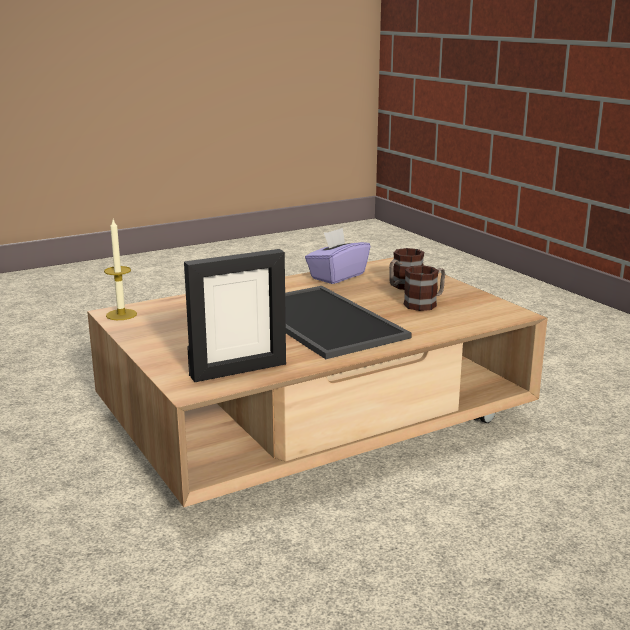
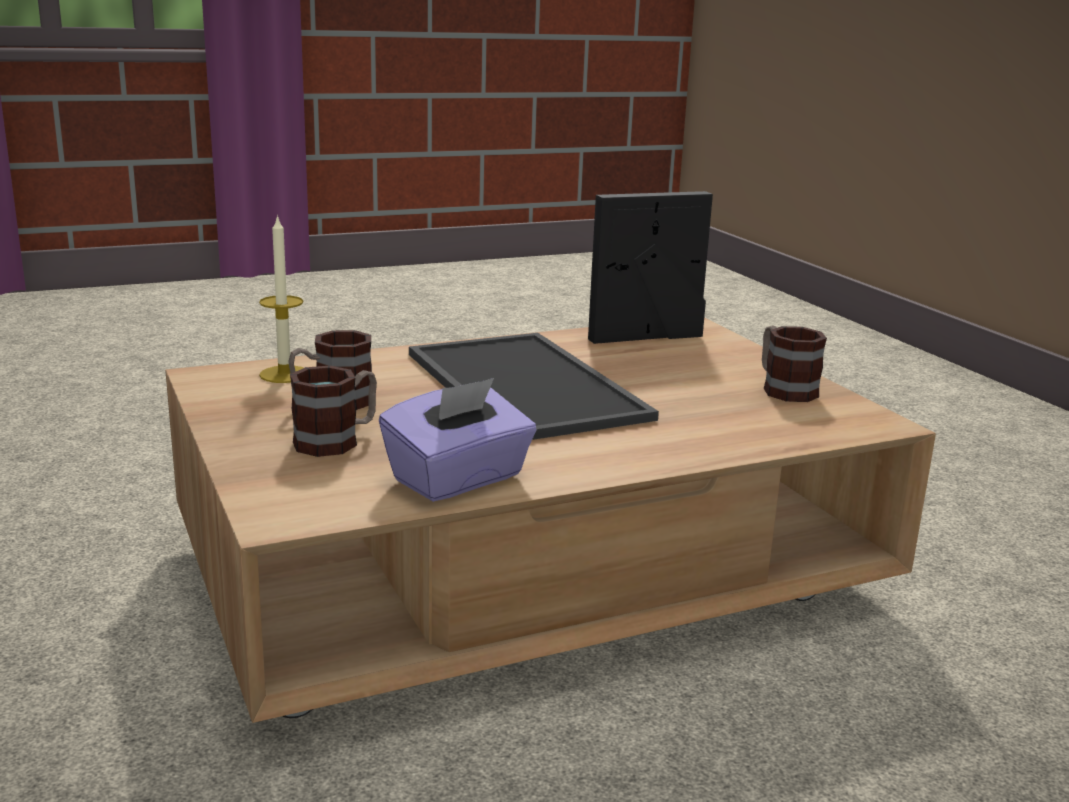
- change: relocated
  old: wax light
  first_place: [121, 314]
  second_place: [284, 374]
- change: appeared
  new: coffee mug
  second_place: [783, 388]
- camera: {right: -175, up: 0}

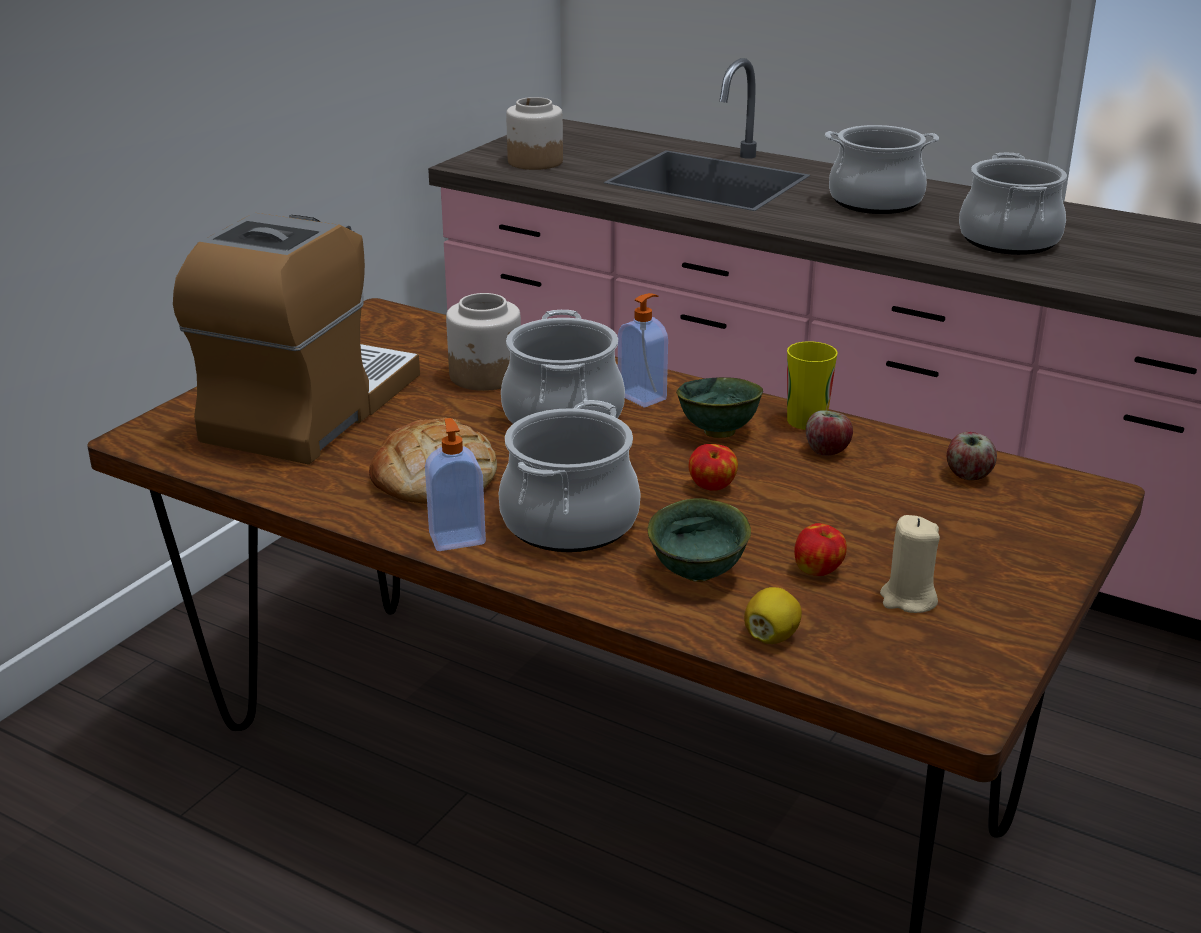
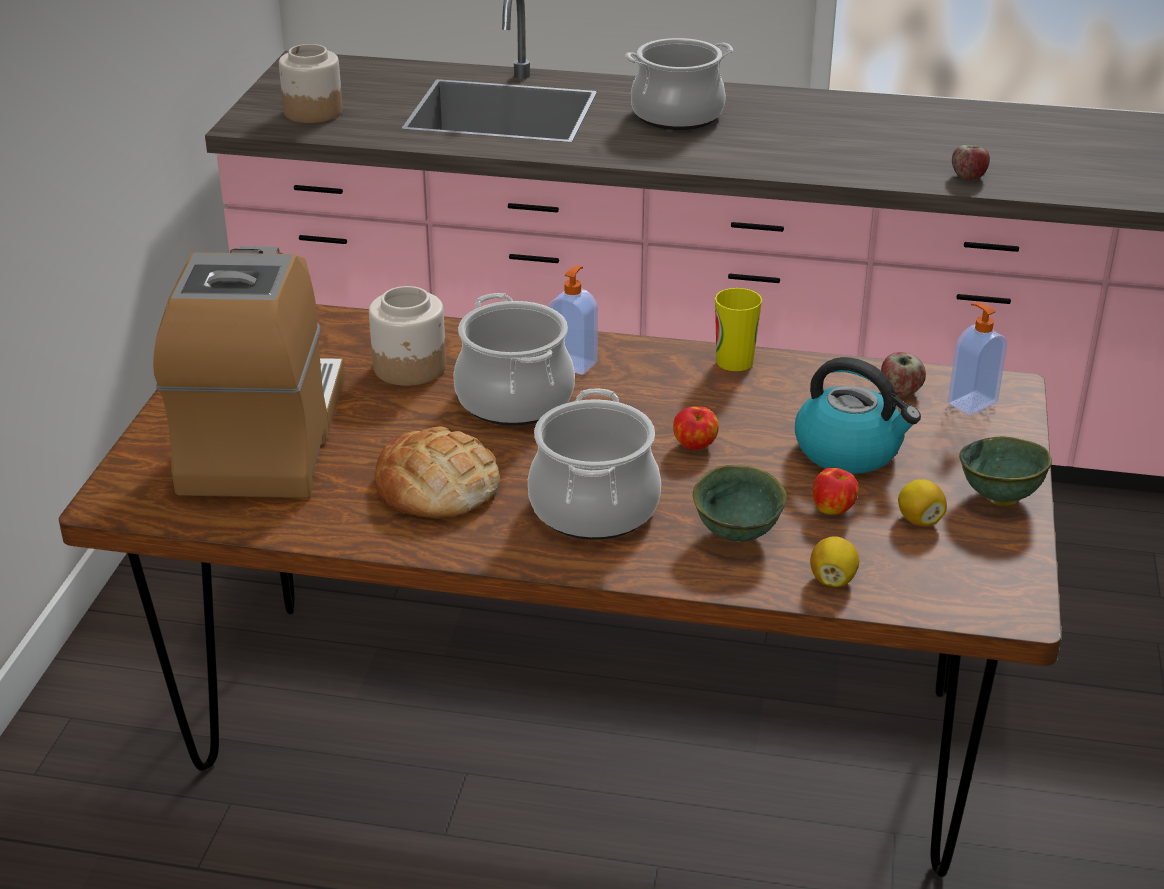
- change: relocated
  old: liquid soap bottle
  first_place: [457, 538]
  second_place: [971, 402]
- change: relocated
  old: serving bowl in green-coloured
  first_place: [717, 432]
  second_place: [999, 498]
- change: relocated
  old: apple fruit
  first_place: [827, 451]
  second_place: [968, 176]
- change: exchanged
  old: wax light in sand-coloured
  new: lemon
  first_place: [908, 599]
  second_place: [919, 520]
- change: missing
  old: stockpot
  first_place: [1008, 240]
- change: appeared
  new: kettle
  second_place: [850, 451]
- camera: {right: -20, up: 5}

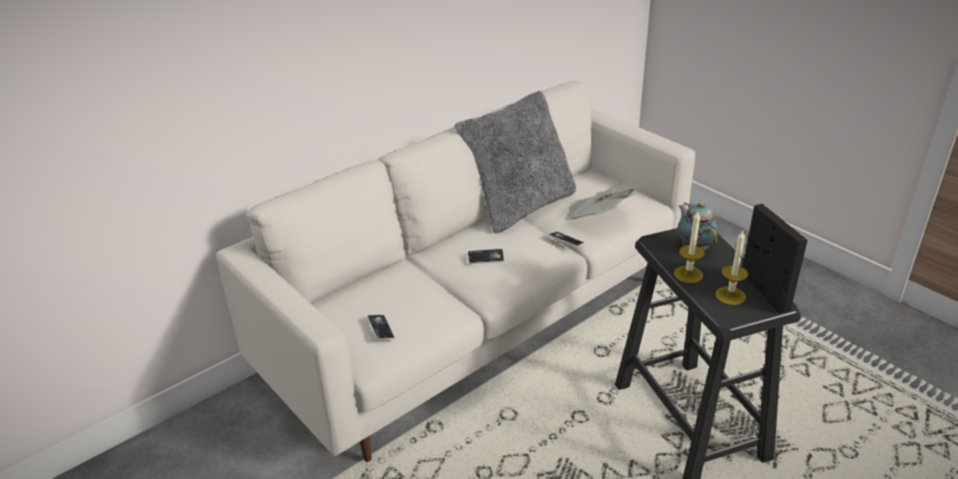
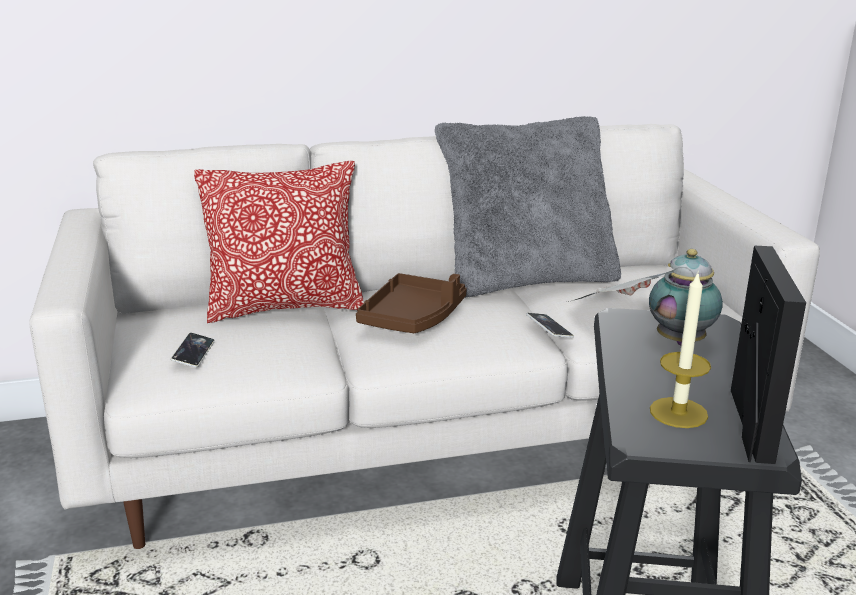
- change: exchanged
  old: phone
  new: tray in brown-coloured
  first_place: [486, 258]
  second_place: [413, 318]
- change: missing
  old: wax light
  first_place: [688, 274]
- change: appeared
  new: throw pillow
  second_place: [285, 307]
- camera: {right: 25, up: -10}

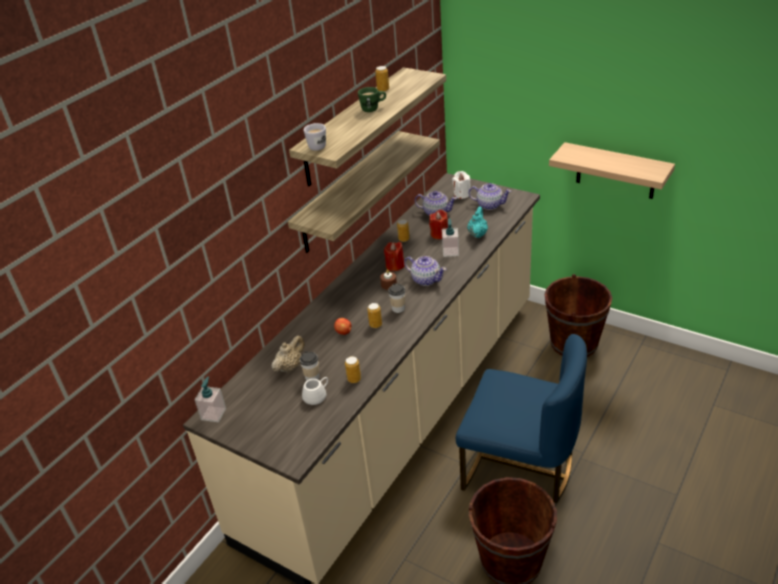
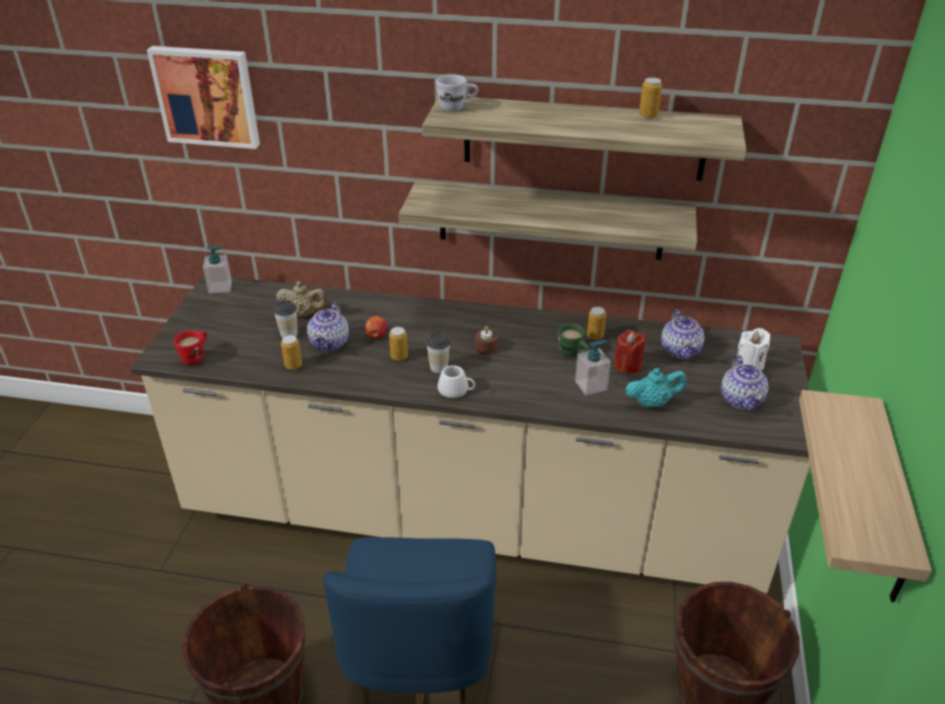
- change: relocated
  old: coffee mug in white-coloured
  first_place: [317, 395]
  second_place: [457, 391]
- change: relocated
  old: coffee mug in green-coloured
  first_place: [373, 108]
  second_place: [573, 354]
- change: missing
  old: wax light in red-coloured
  first_place: [395, 266]
- change: relocated
  old: pot for tea
  first_place: [425, 279]
  second_place: [330, 343]
- change: appeared
  new: wall picture
  second_place: [207, 96]
- change: appeared
  new: coffee mug in red-coloured
  second_place: [196, 356]
- camera: {right: 65, up: 0}

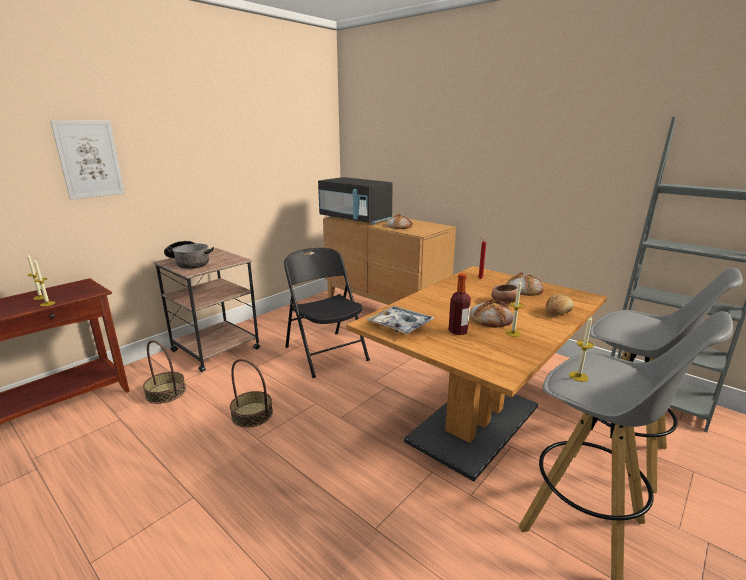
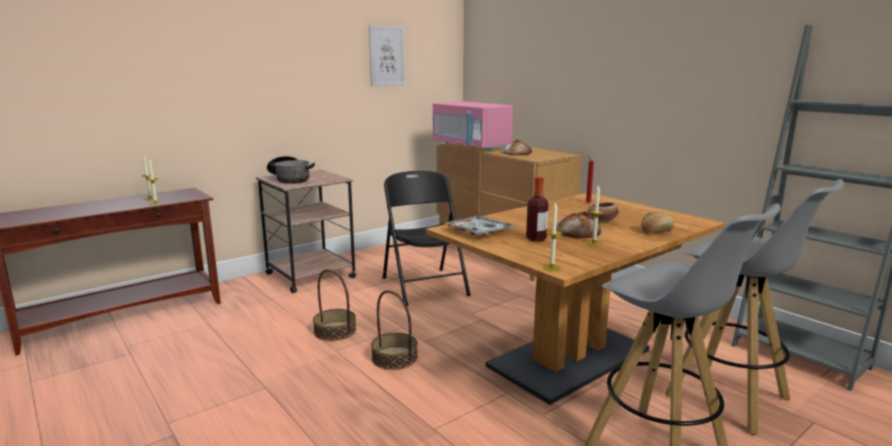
- change: relocated
  old: wall picture
  first_place: [89, 159]
  second_place: [387, 56]
- change: relocated
  old: basket
  first_place: [166, 392]
  second_place: [394, 357]
- change: colour
  old: microwave in blackish
  new: microwave in pinkish
  first_place: [355, 219]
  second_place: [471, 146]
- change: missing
  old: bread
  first_place: [523, 289]
- change: relocated
  old: wax light
  first_place: [578, 376]
  second_place: [552, 267]
- camera: {right: 10, up: -5}

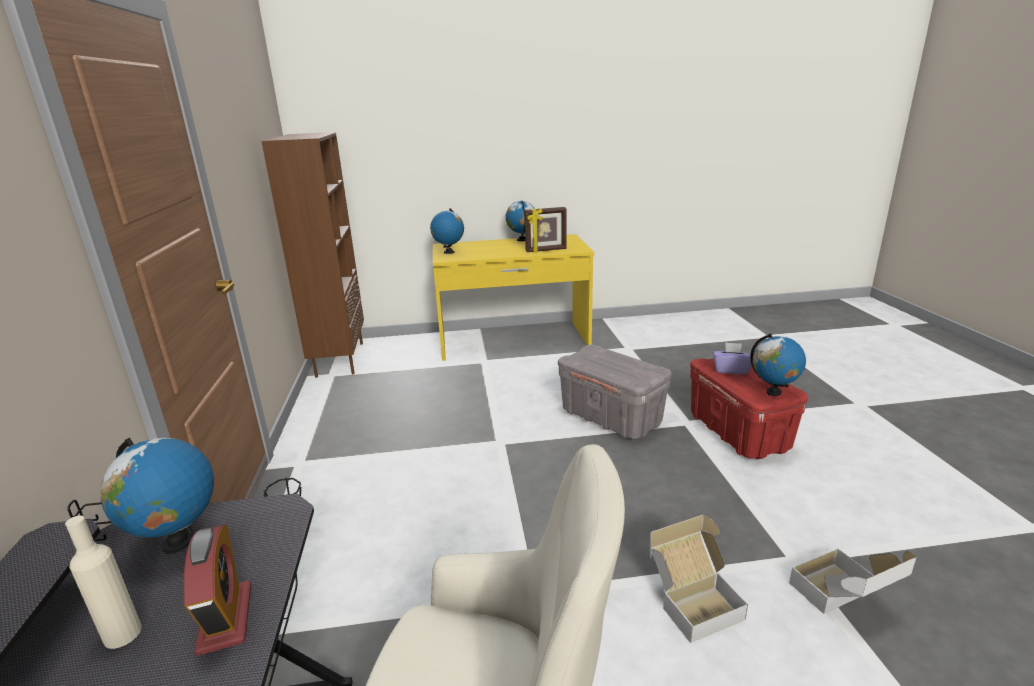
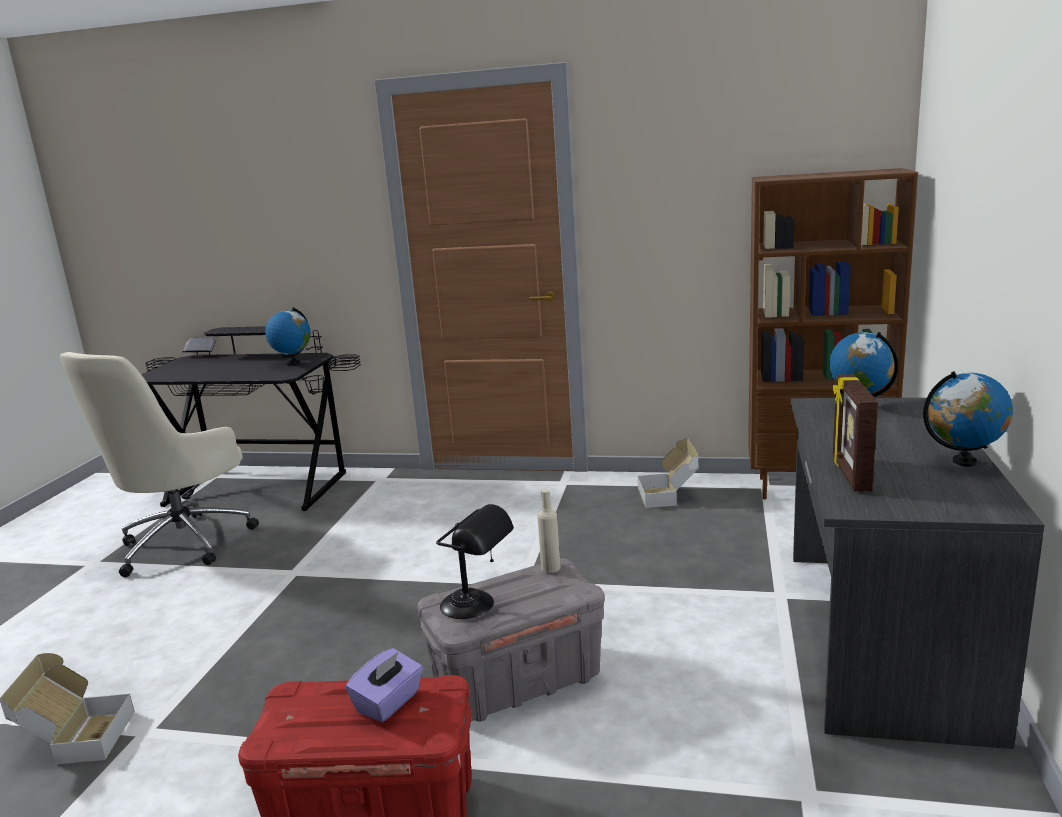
- change: relocated
  old: beverage bottle in sand-coloured
  first_place: [122, 634]
  second_place: [550, 568]
- change: missing
  old: bedside clock
  first_place: [225, 618]
- change: colour
  old: desk table in yellow-coloured
  new: desk table in greyish
  first_place: [513, 340]
  second_place: [878, 636]
- change: relocated
  old: carton
  first_place: [692, 601]
  second_place: [669, 496]
- change: missing
  old: world globe
  first_place: [773, 392]
- change: appeared
  new: tabletop lamp in blackish
  second_place: [477, 605]
- camera: {right: 110, up: -5}

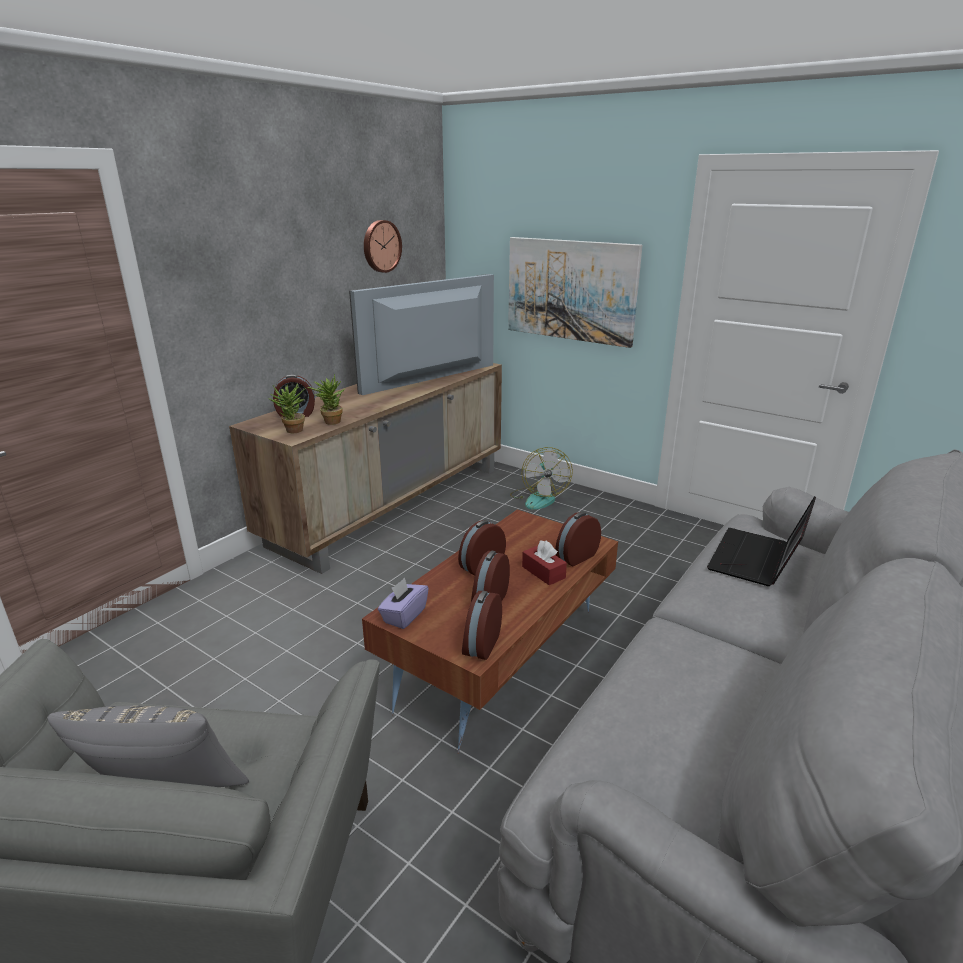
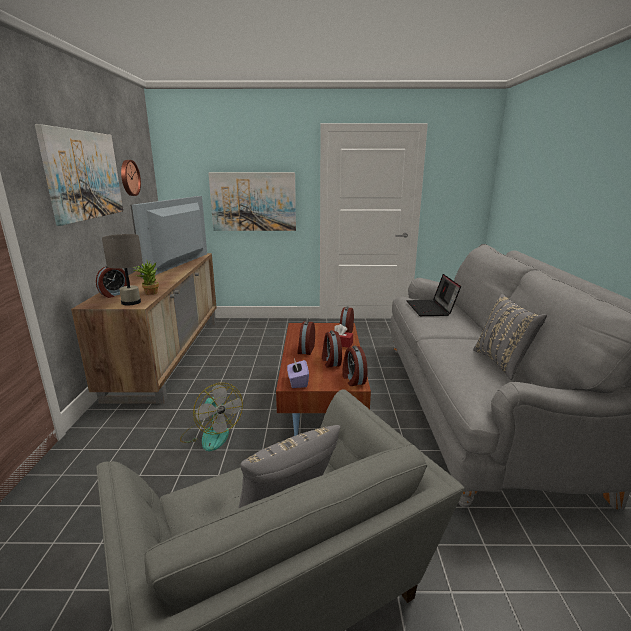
- change: exchanged
  old: houseplant
  new: tabletop lamp in greyish
  first_place: [292, 431]
  second_place: [130, 302]
- change: relocated
  old: fan
  first_place: [538, 498]
  second_place: [211, 434]
- change: appeared
  new: wall picture
  second_place: [84, 175]
- change: appeared
  new: throw pillow in greyish
  second_place: [502, 363]
- camera: {right: -35, up: -5}

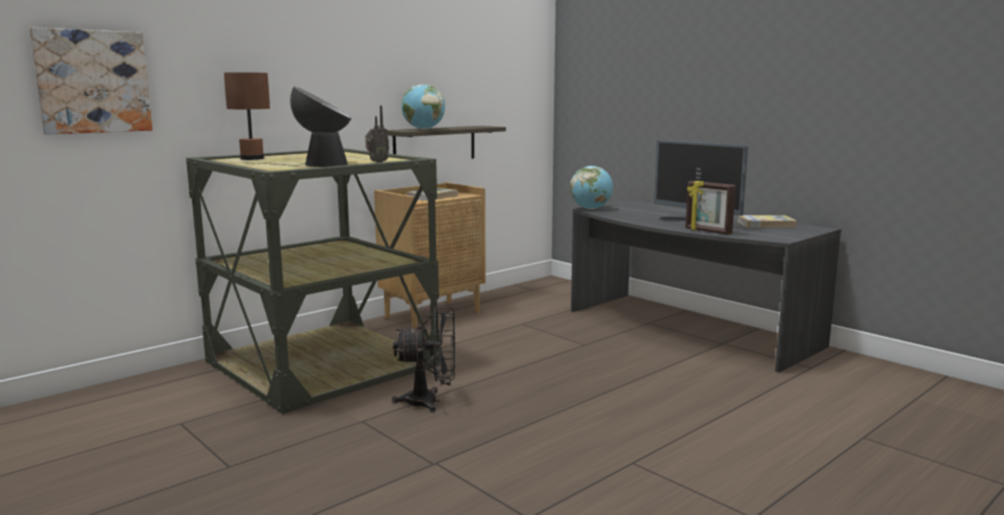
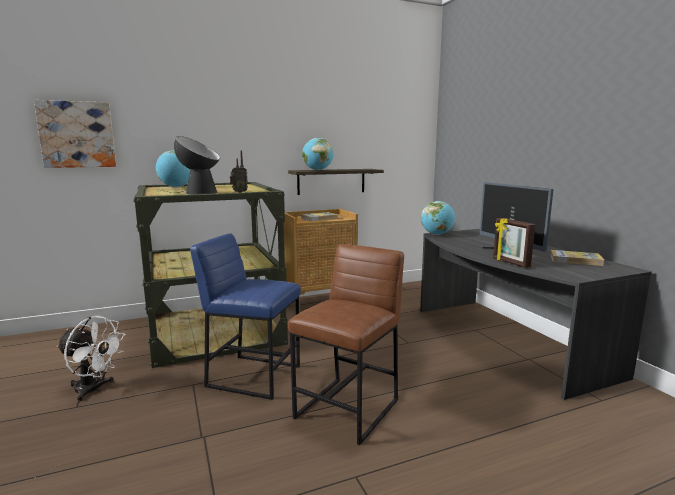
- change: exchanged
  old: tabletop lamp in brown-coloured
  new: world globe
  first_place: [252, 158]
  second_place: [176, 187]
- change: exchanged
  old: fan in blackish
  new: plain chair in blue
  first_place: [430, 401]
  second_place: [252, 376]
- change: appeared
  new: fan in white-coloured
  second_place: [94, 390]
- change: appeared
  new: plain chair in brown-coloured
  second_place: [348, 408]
- camera: {right: 20, up: 0}

